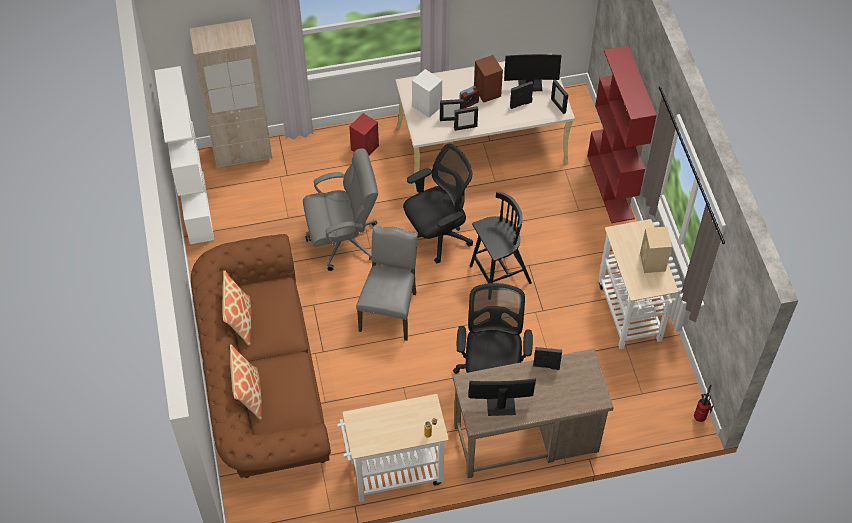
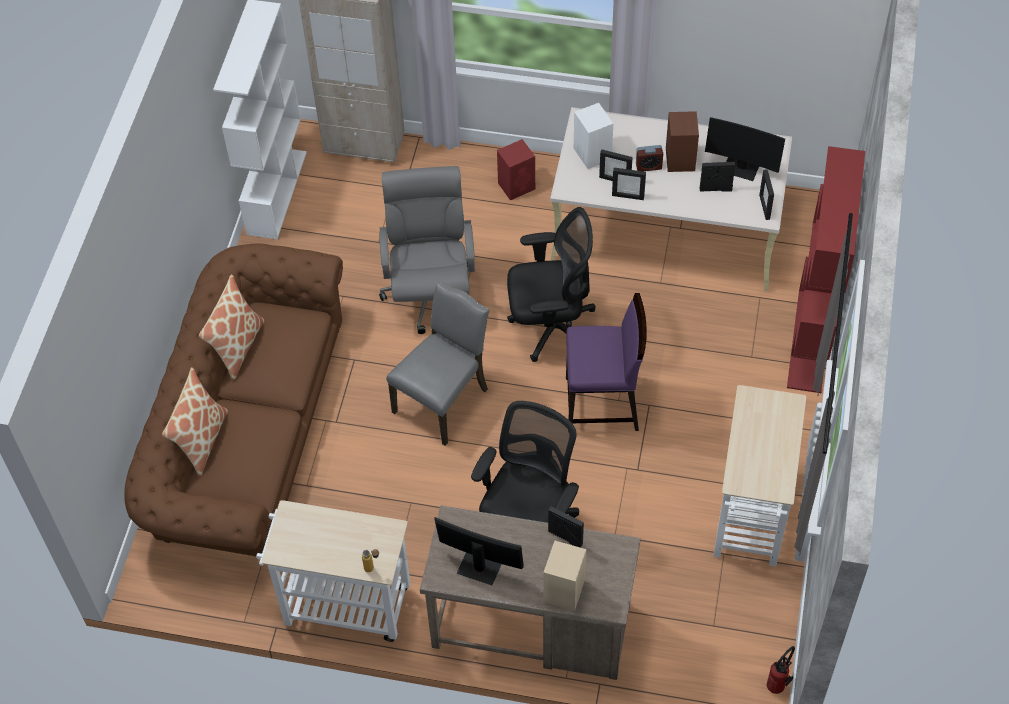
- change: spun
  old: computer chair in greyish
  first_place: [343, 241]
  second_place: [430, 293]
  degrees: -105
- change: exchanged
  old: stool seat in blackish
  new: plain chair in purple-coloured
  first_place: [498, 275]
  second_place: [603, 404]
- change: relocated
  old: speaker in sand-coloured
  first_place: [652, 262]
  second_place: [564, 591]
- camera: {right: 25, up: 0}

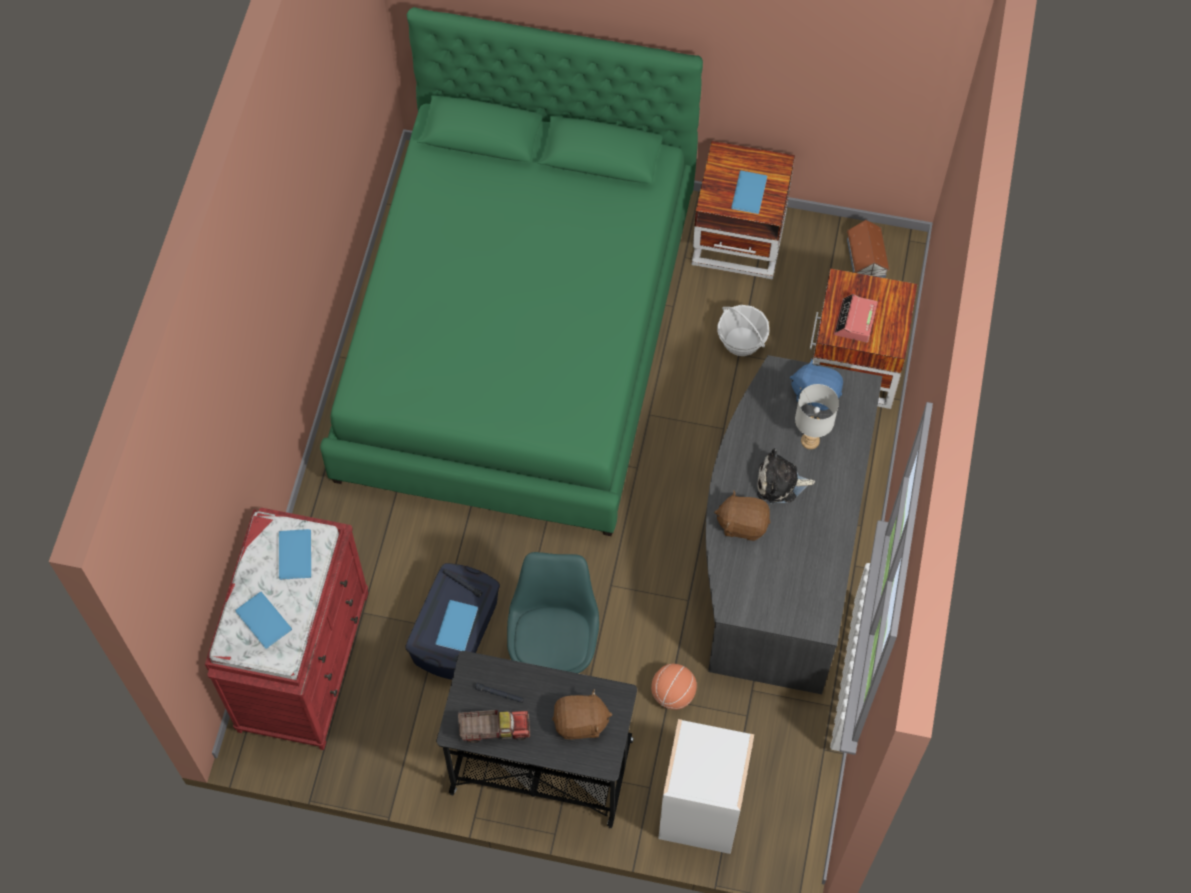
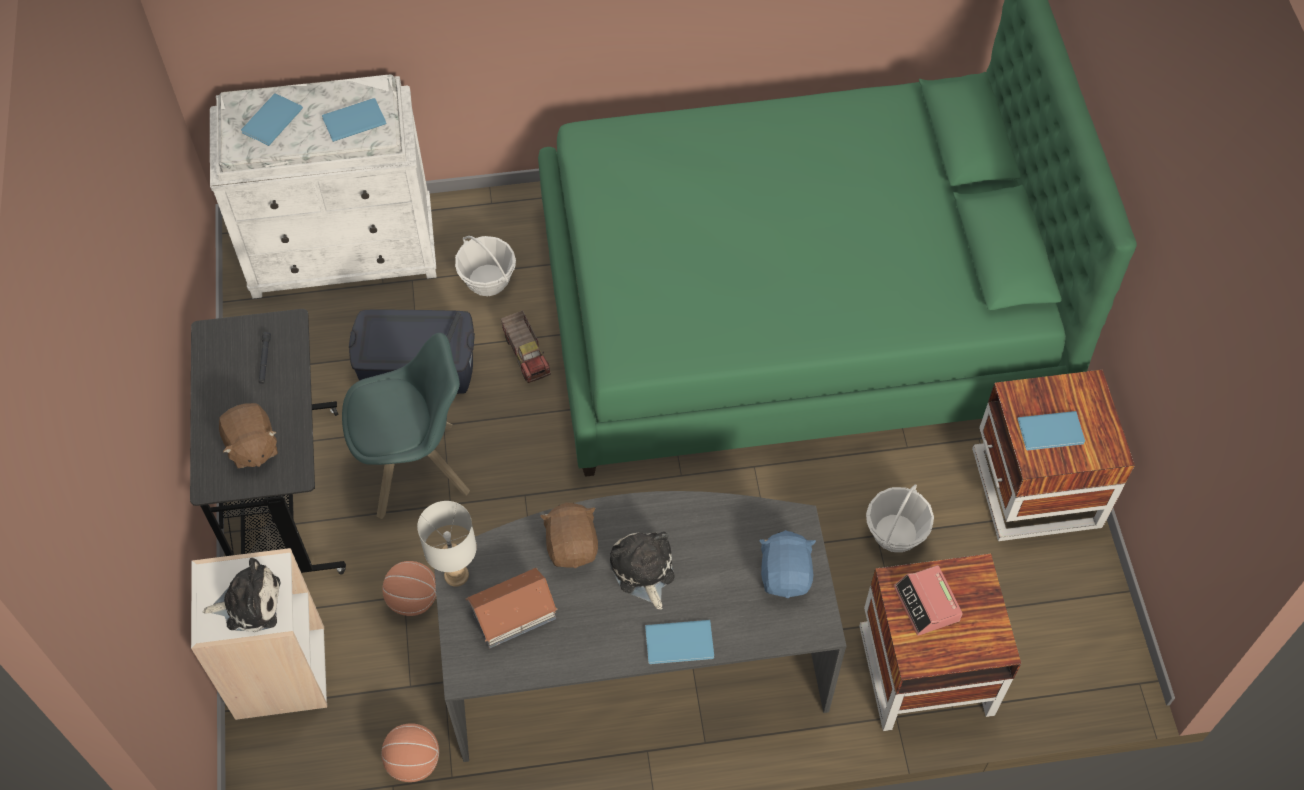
- change: colour
  old: dresser in red-coloured
  new: dresser in white-coloured
  first_place: [304, 660]
  second_place: [343, 249]
- change: relocated
  old: bound book in blue
  first_place: [458, 625]
  second_place: [681, 644]
- change: relocated
  old: toy lorry
  first_place: [494, 729]
  second_place: [527, 354]
- change: relocated
  old: tabletop lamp in greyish
  first_place: [810, 441]
  second_place: [455, 576]
- change: spun
  old: bedside clock
  first_place: [855, 322]
  second_place: [927, 604]
  degrees: -105
- change: relocated
  old: model house
  first_place: [866, 257]
  second_place: [514, 613]
- change: appeared
  new: cuddly toy
  second_place: [249, 603]
- change: appeared
  new: basketball
  second_place: [414, 762]
- change: appeared
  new: basket
  second_place: [487, 280]
- camera: {right: 70, up: -5}

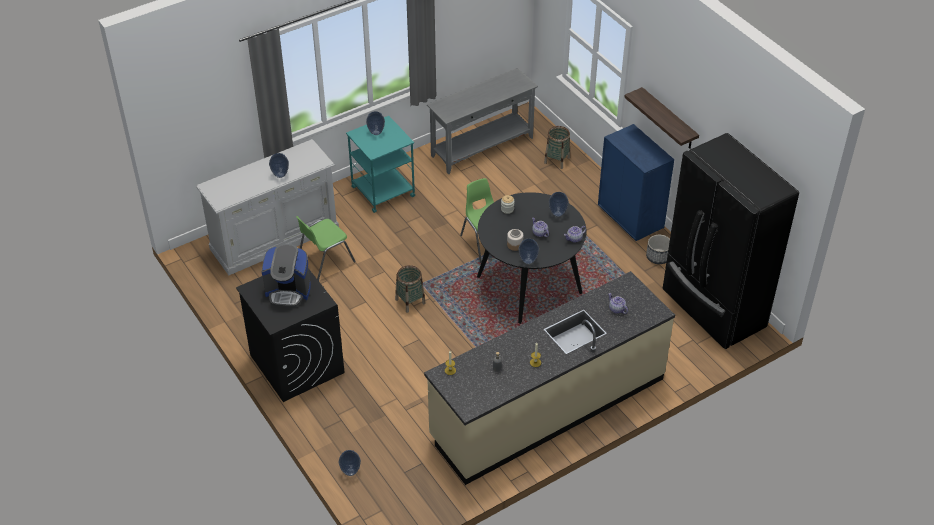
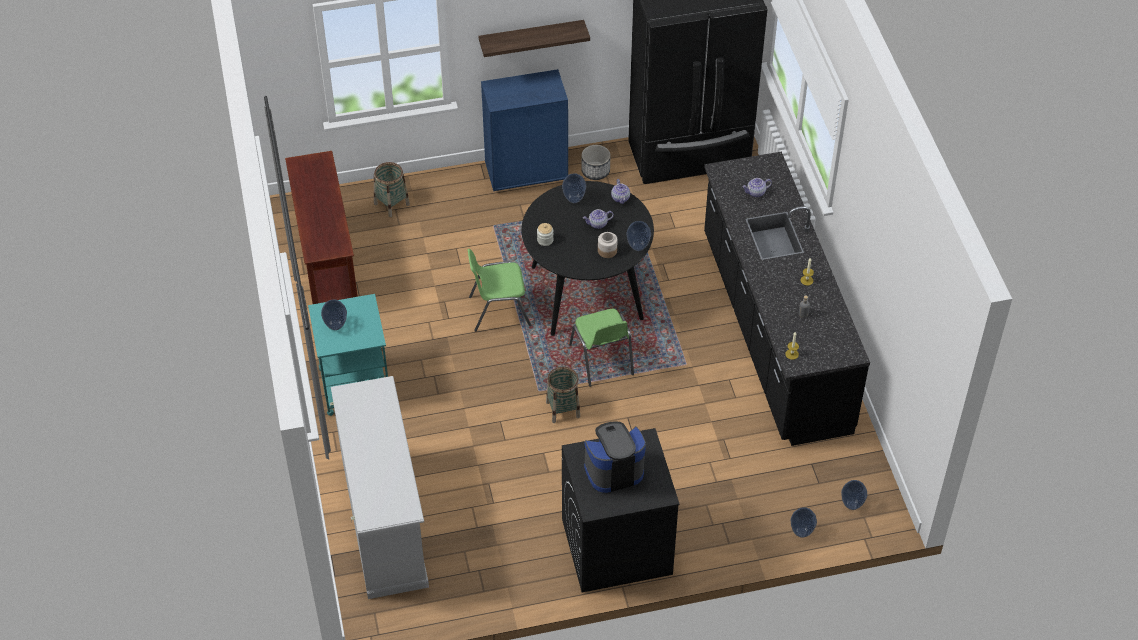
- change: spun
  old: coffee brewer
  first_place: [288, 291]
  second_place: [613, 470]
  degrees: -135
- change: relocated
  old: flower vase
  first_place: [280, 175]
  second_place: [852, 505]
- change: relocated
  old: plain chair in green-coloured
  first_place: [324, 261]
  second_place: [602, 360]
- change: colour
  old: counter in sand-coloured
  new: counter in blackish
  first_place: [547, 407]
  second_place: [773, 333]
- change: colour
  old: narrow table in greyish
  new: narrow table in brown-coloured
  first_place: [482, 146]
  second_place: [327, 265]
- camera: {right: -70, up: 5}

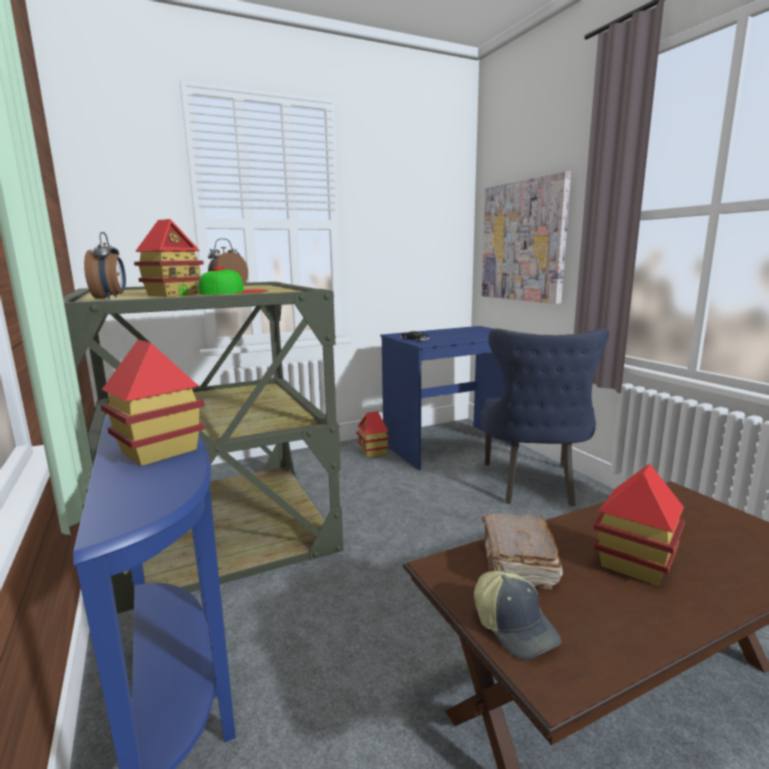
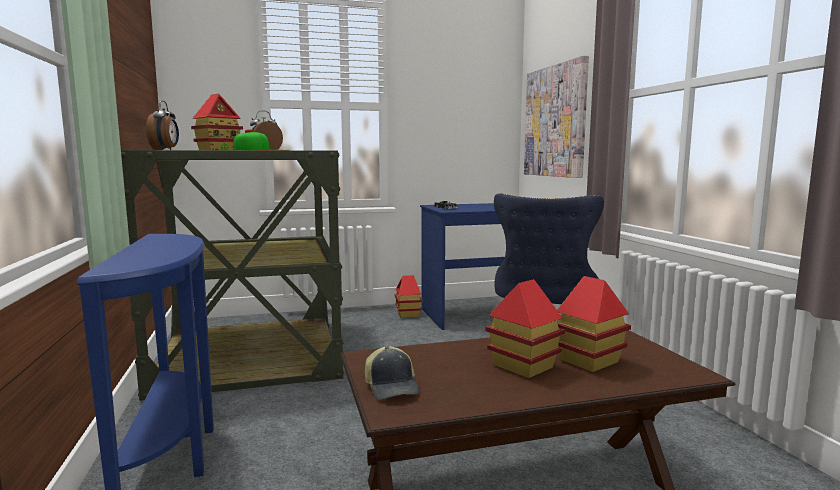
- change: relocated
  old: model house
  first_place: [159, 451]
  second_place: [589, 361]
- change: missing
  old: bound book in brown-coloured
  first_place: [517, 564]
- camera: {right: 10, up: -5}

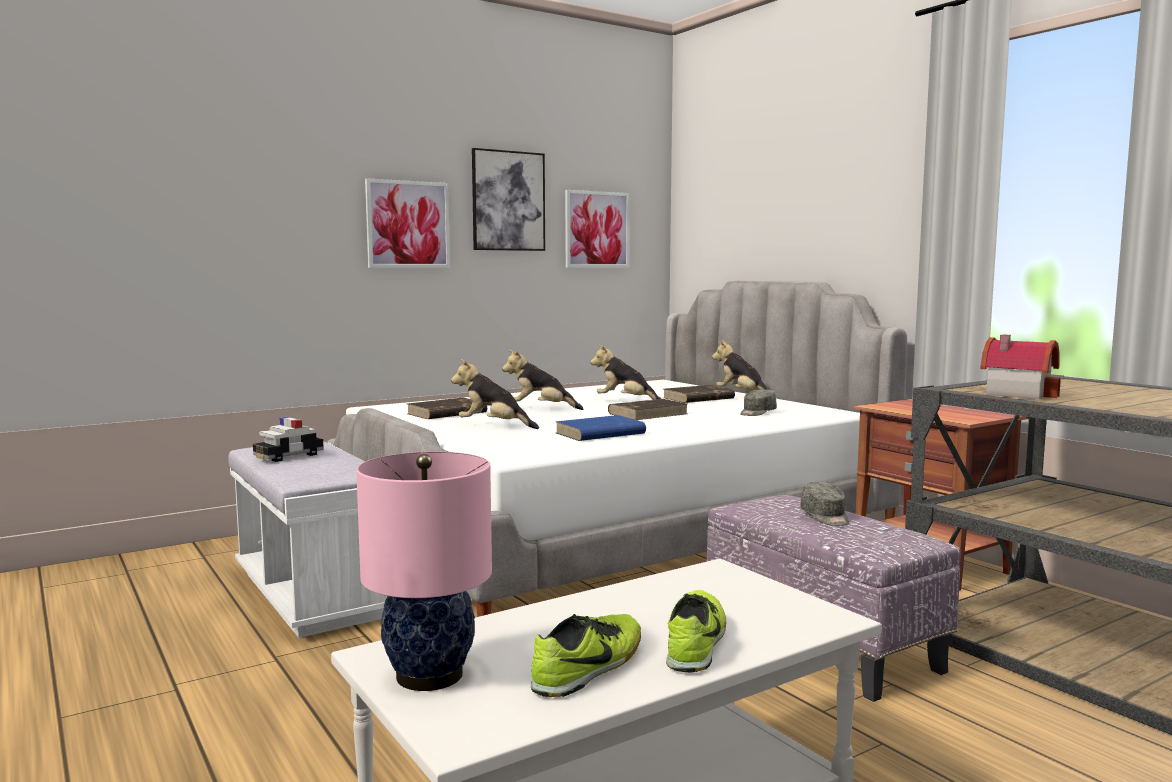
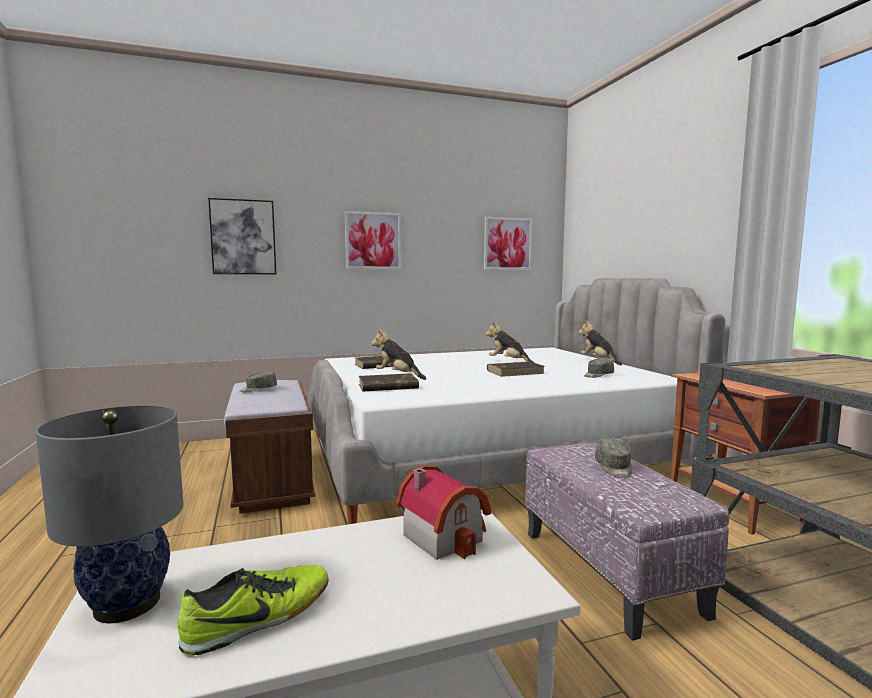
- change: colour
  old: long seat in white-coloured
  new: long seat in brown-coloured
  first_place: [316, 594]
  second_place: [273, 481]
- change: exchanged
  old: toy car
  new: baseball cap in greyish
  first_place: [288, 456]
  second_place: [258, 389]
- change: colour
  old: tabletop lamp in pinkish
  new: tabletop lamp in greyish
  first_place: [429, 675]
  second_place: [126, 604]
- change: relocated
  old: wall picture
  first_place: [508, 201]
  second_place: [243, 237]
- change: missing
  old: cuddly toy
  first_place: [541, 409]
- change: missing
  old: bound book in blue
  first_place: [599, 433]
- change: relocated
  old: bound book in brown-coloured
  first_place: [698, 398]
  second_place: [387, 386]
- change: missing
  old: low shoe
  first_place: [695, 642]
- change: relocated
  old: model house
  first_place: [1017, 393]
  second_place: [445, 535]
- camera: {right: 15, up: 0}

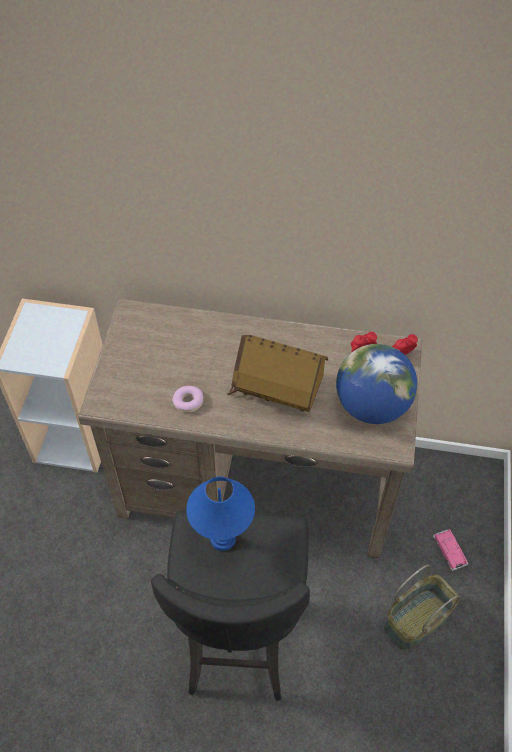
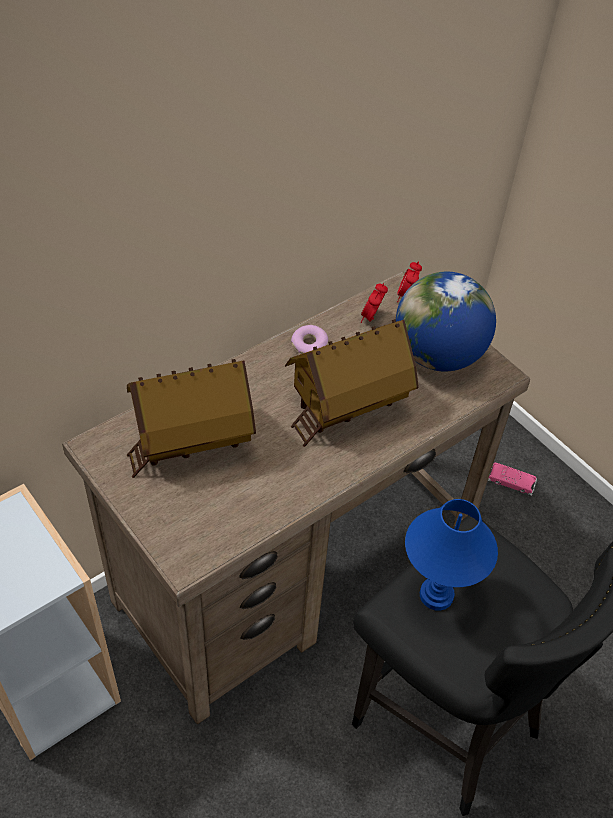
- change: relocated
  old: ring doughnut
  first_place: [188, 402]
  second_place: [309, 345]
- change: missing
  old: basket
  first_place: [416, 619]
- change: appeared
  new: model house
  second_place: [191, 442]
- camera: {right: -50, up: -5}

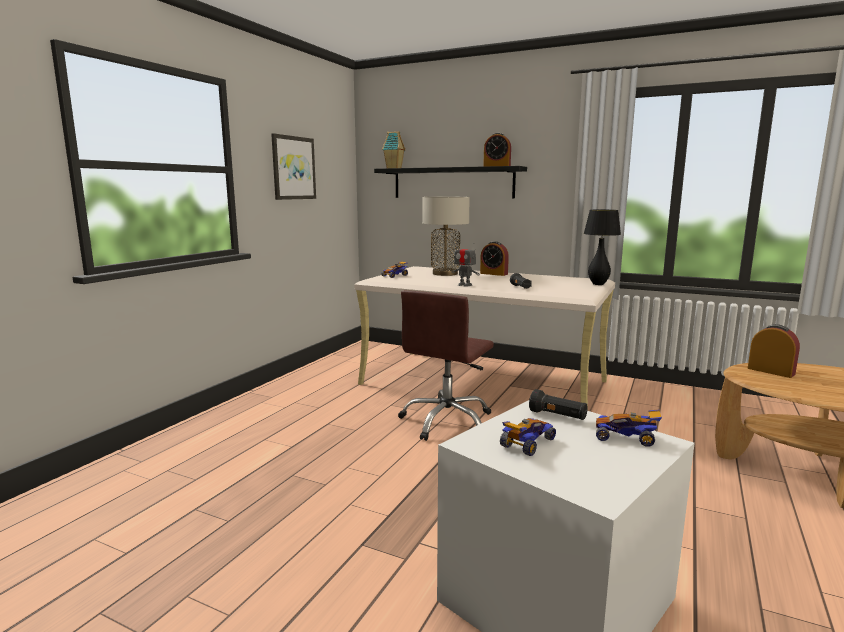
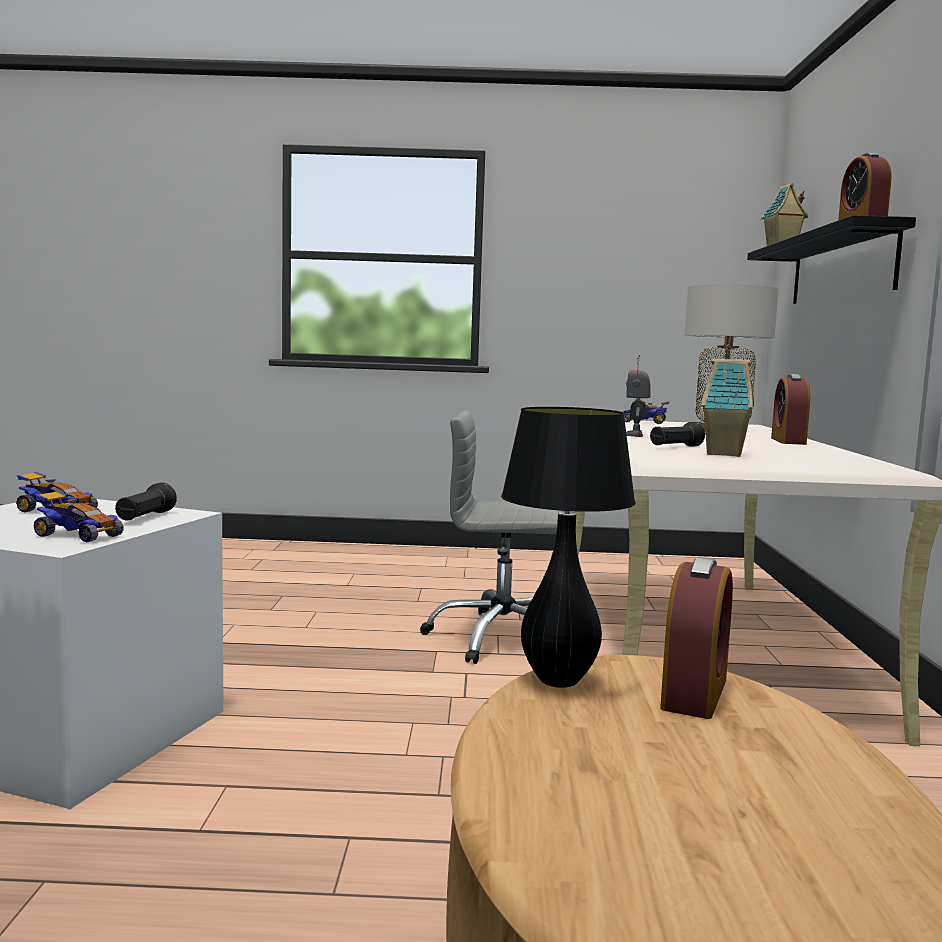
- change: missing
  old: wall picture
  first_place: [293, 168]
- change: colour
  old: computer chair in brown-coloured
  new: computer chair in greyish
  first_place: [447, 421]
  second_place: [501, 638]
- change: relocated
  old: tabletop lamp in blackish
  first_place: [598, 284]
  second_place: [559, 681]
- change: spun
  old: toy car
  first_place: [626, 437]
  second_place: [77, 535]
  degrees: 120
- change: appeared
  new: model house
  second_place: [725, 454]
- camera: {right: 65, up: -5}

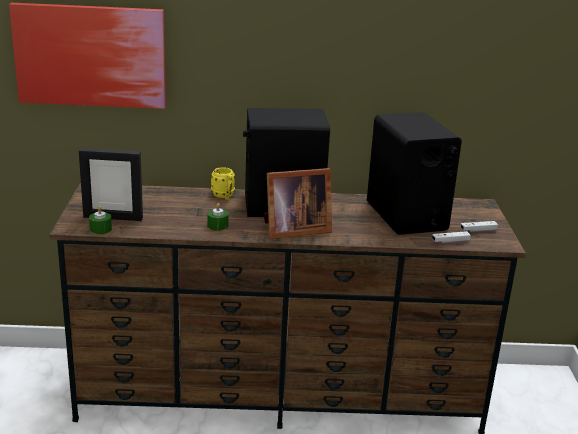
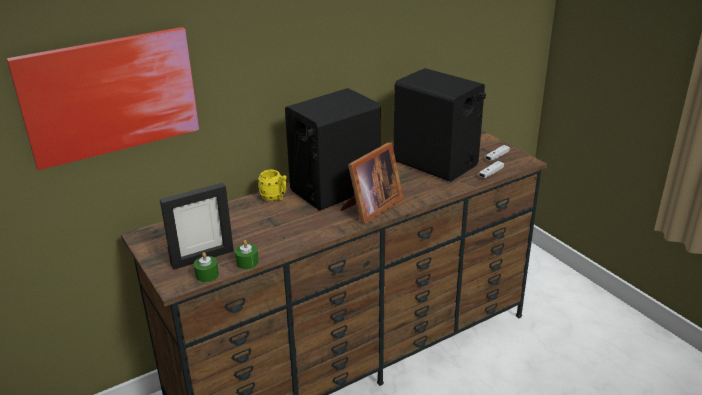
- change: relocated
  old: wax light in green-coloured
  first_place: [217, 225]
  second_place: [247, 262]
- camera: {right: -30, up: 5}

